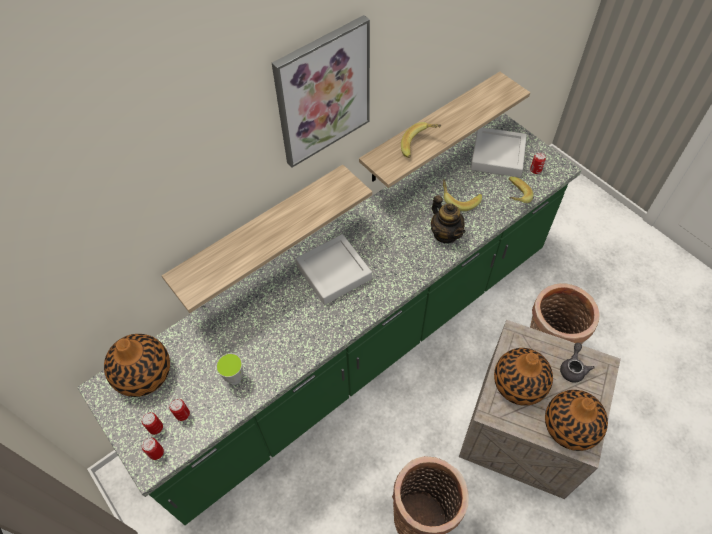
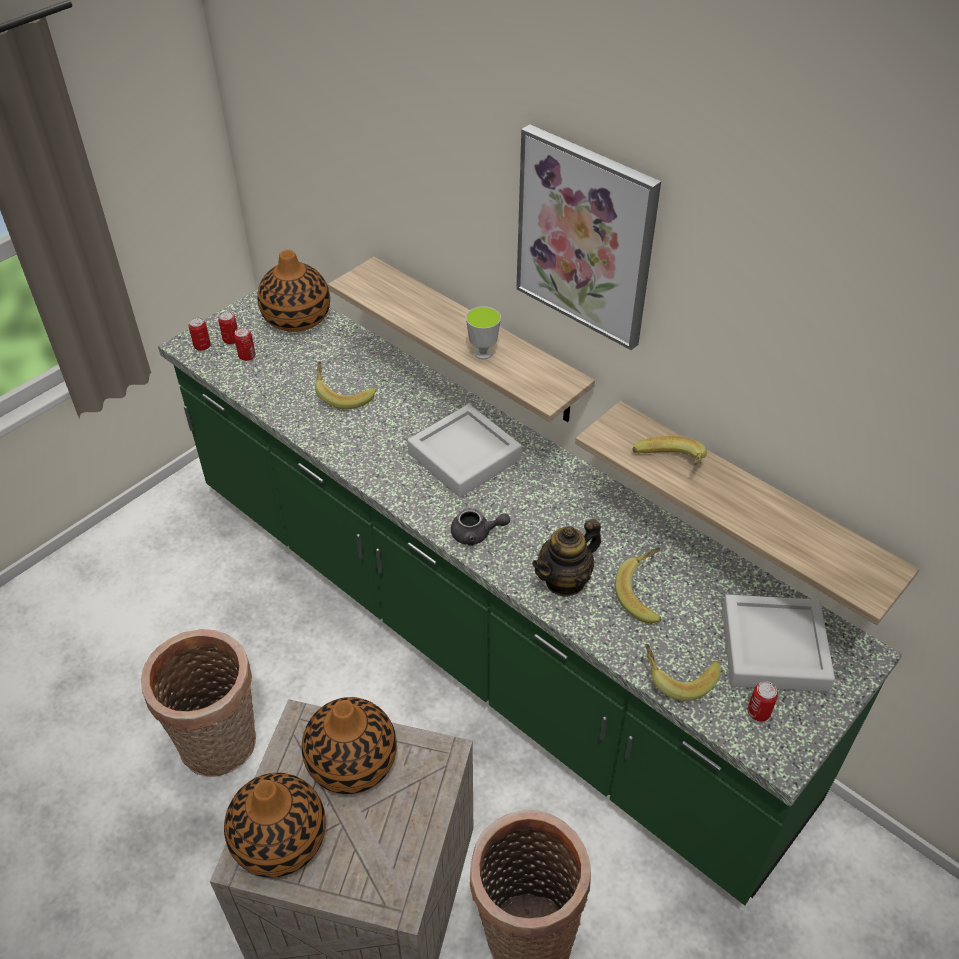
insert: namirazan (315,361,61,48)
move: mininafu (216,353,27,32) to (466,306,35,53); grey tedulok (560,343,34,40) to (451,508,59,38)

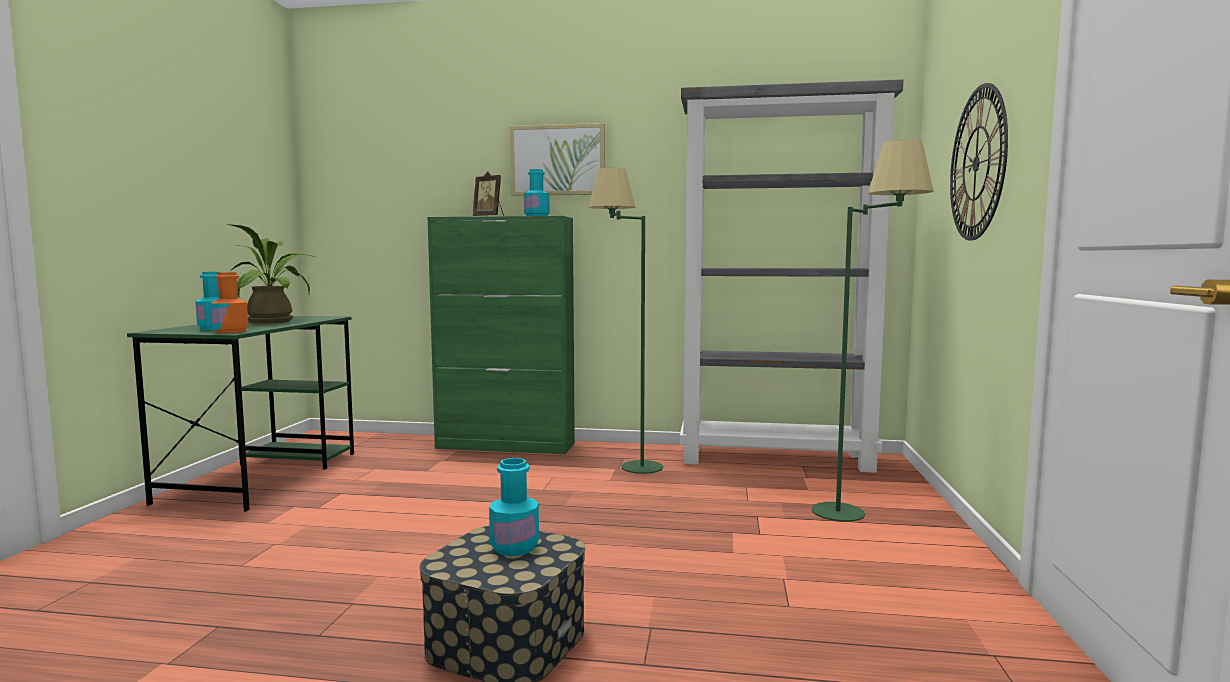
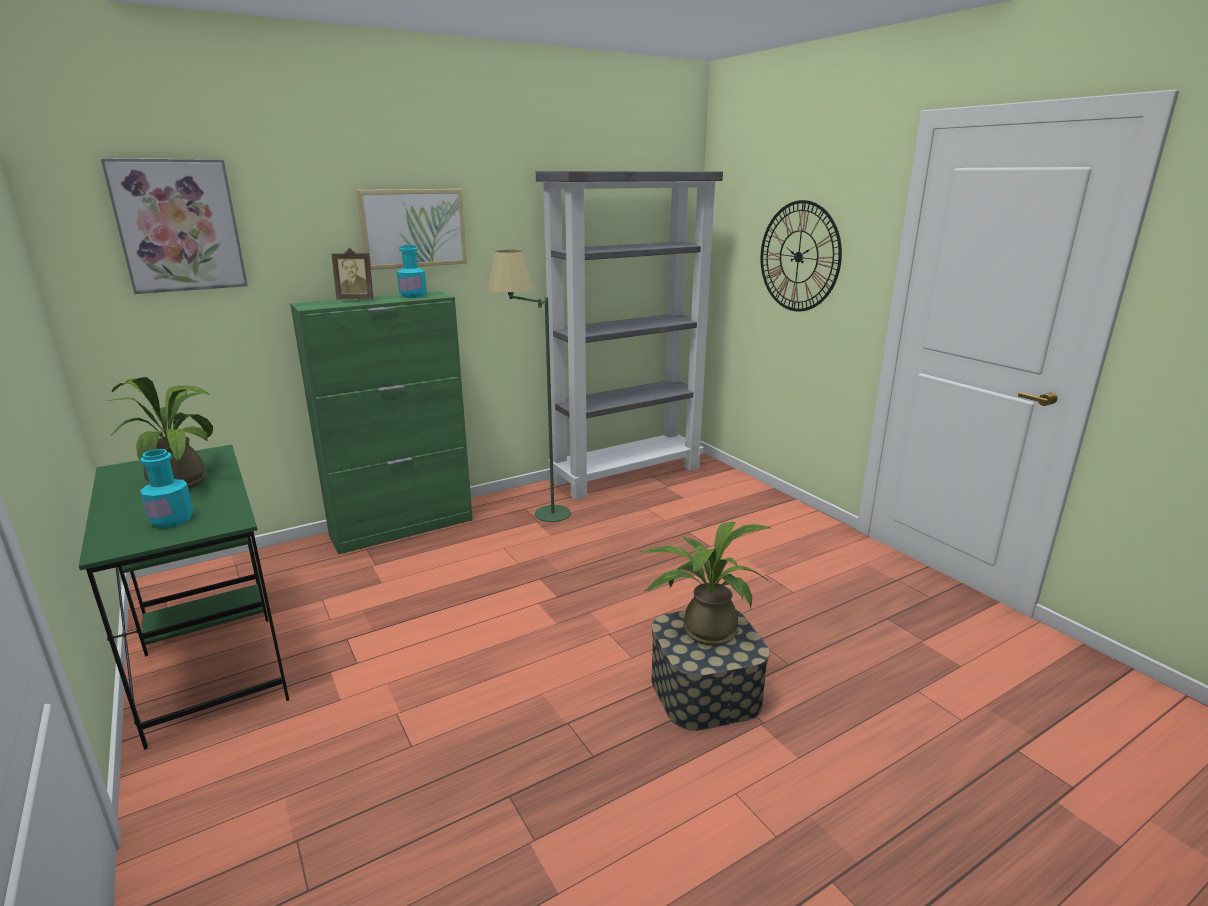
delete: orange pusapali (211,272,38,61); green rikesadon (811,140,123,382)
insert: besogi (100,158,148,136)
replace: turquoise pusapali (489,458,50,98) to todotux (639,522,133,124)

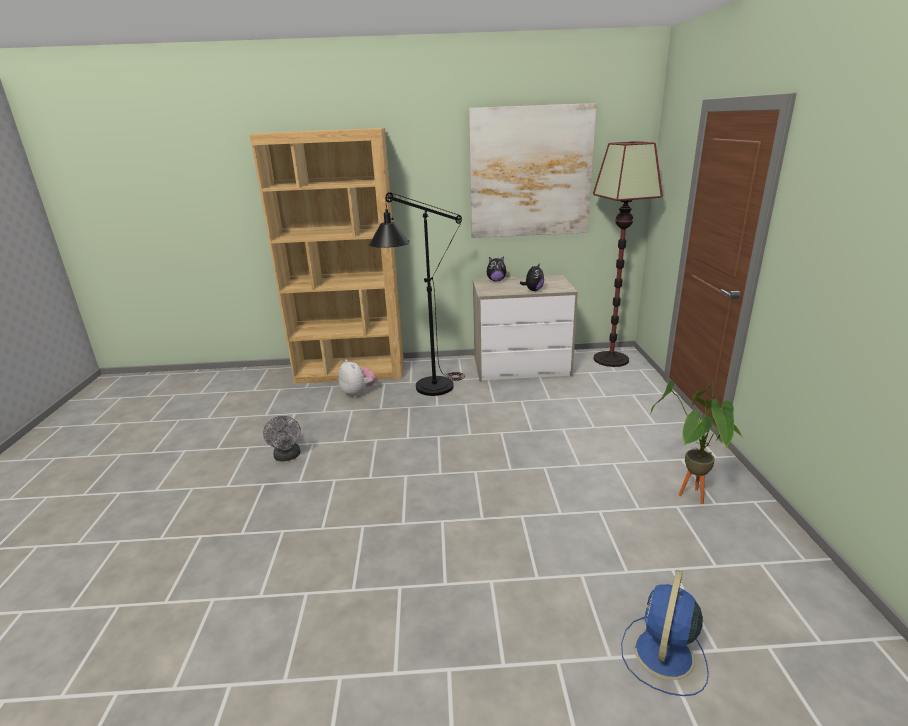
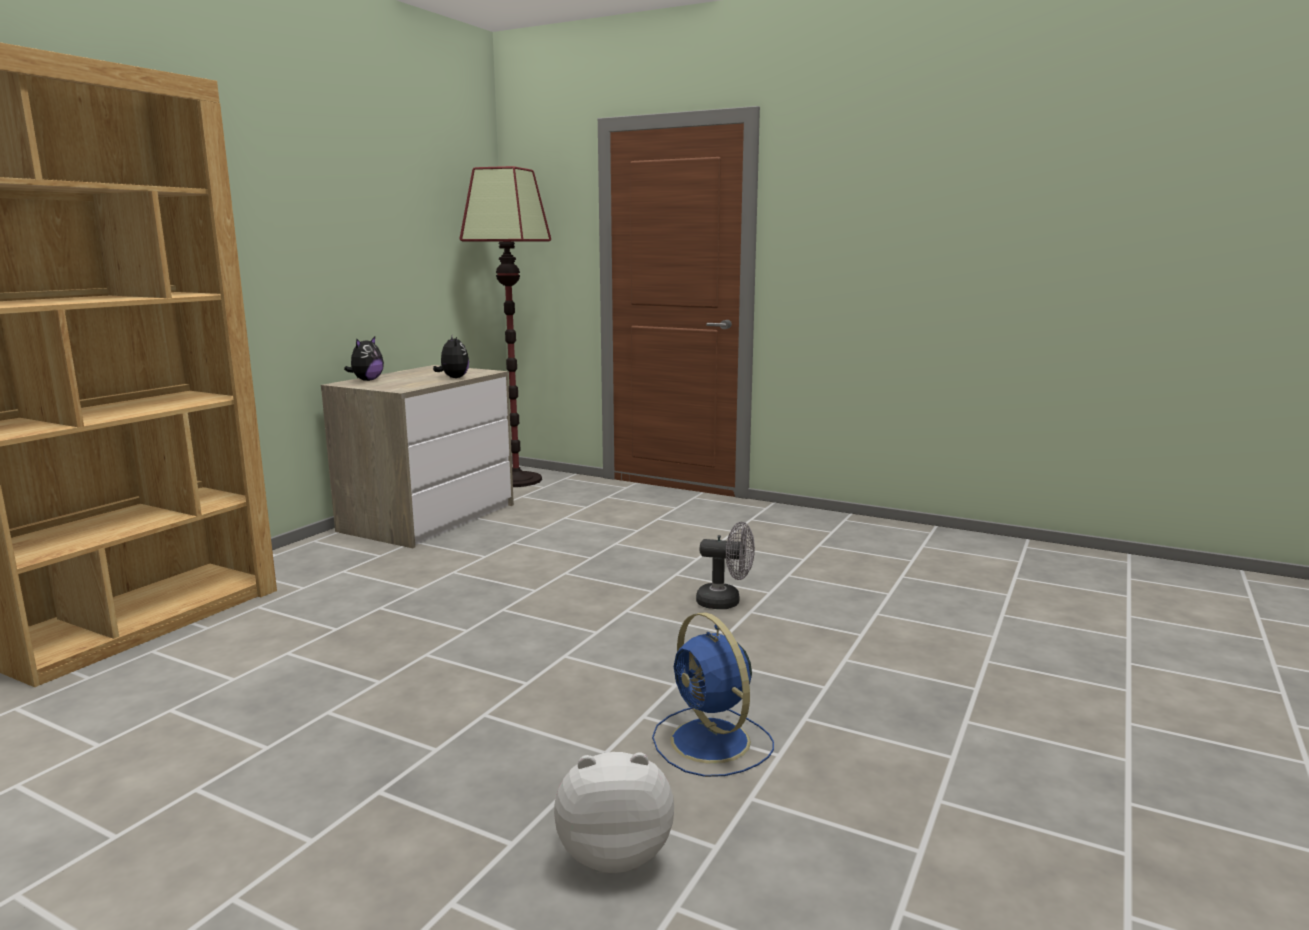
delete: black rikesadon (369,192,96,204); besogi (469,103,128,135); todotux (650,379,92,125)
move: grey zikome (263,416,38,46) to (696,522,59,87); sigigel (338,359,38,38) to (554,752,120,121); blue zikome (621,570,88,126) to (652,612,122,165)

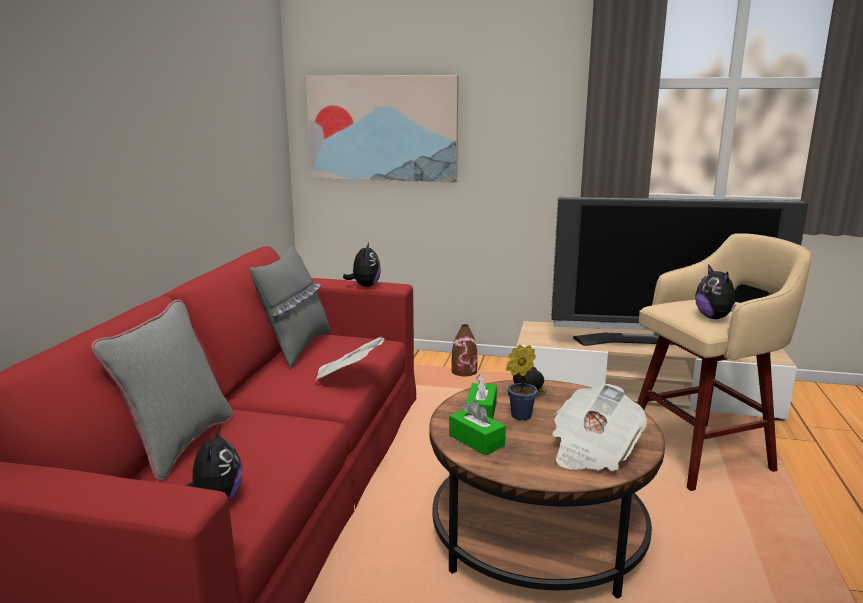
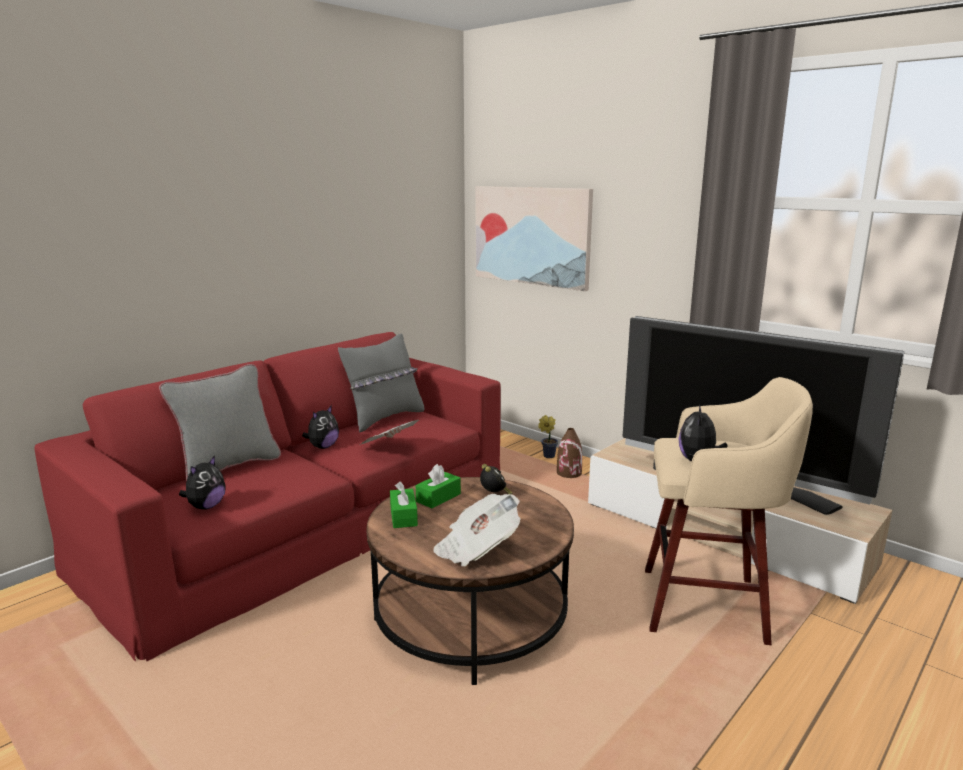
move: sigigel (343,243,38,44) to (302,405,37,44); todotux (506,345,32,75) to (538,415,20,43)

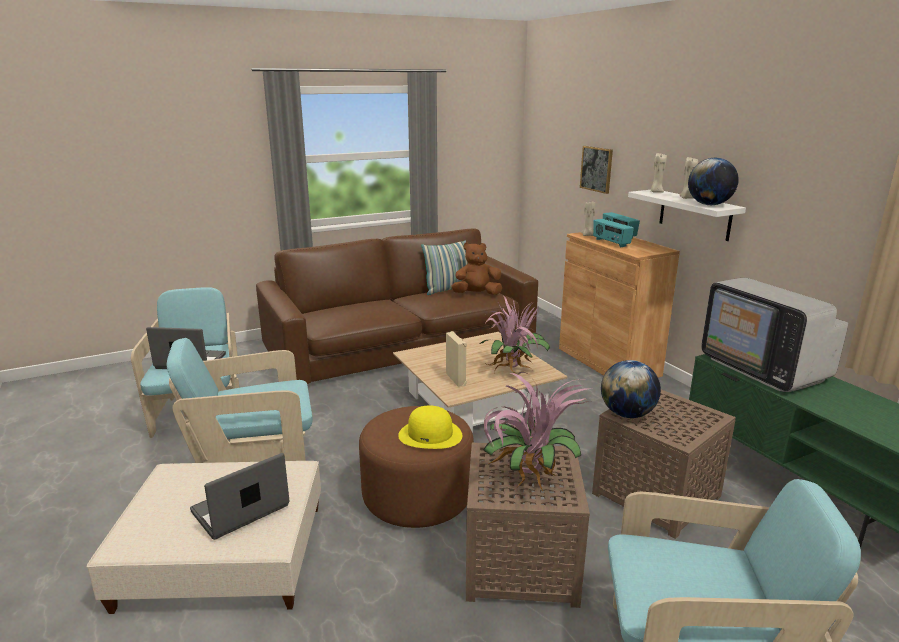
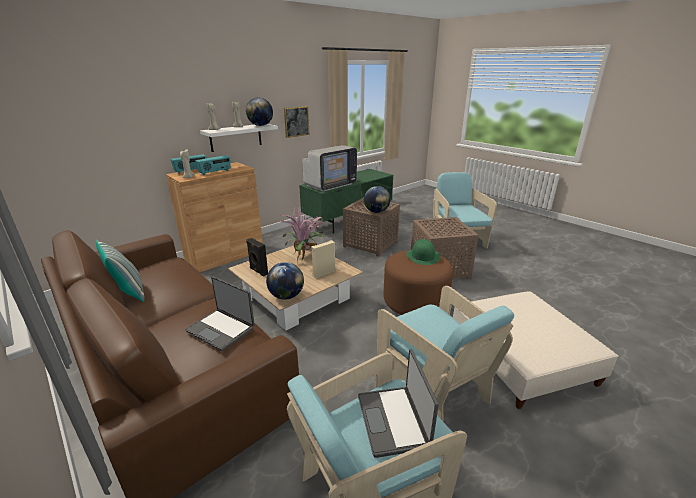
delete: brown sigigel (452,242,50,53); todotux (483,372,107,119)
insert: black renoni (246,238,22,38); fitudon (266,262,38,38)
move: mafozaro (190,453,100,87) to (185,276,70,75); besogi (580,146,33,48) to (284,106,25,32)
recolor: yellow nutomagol (398,405,64,44) to green nutomagol (406,239,34,26)

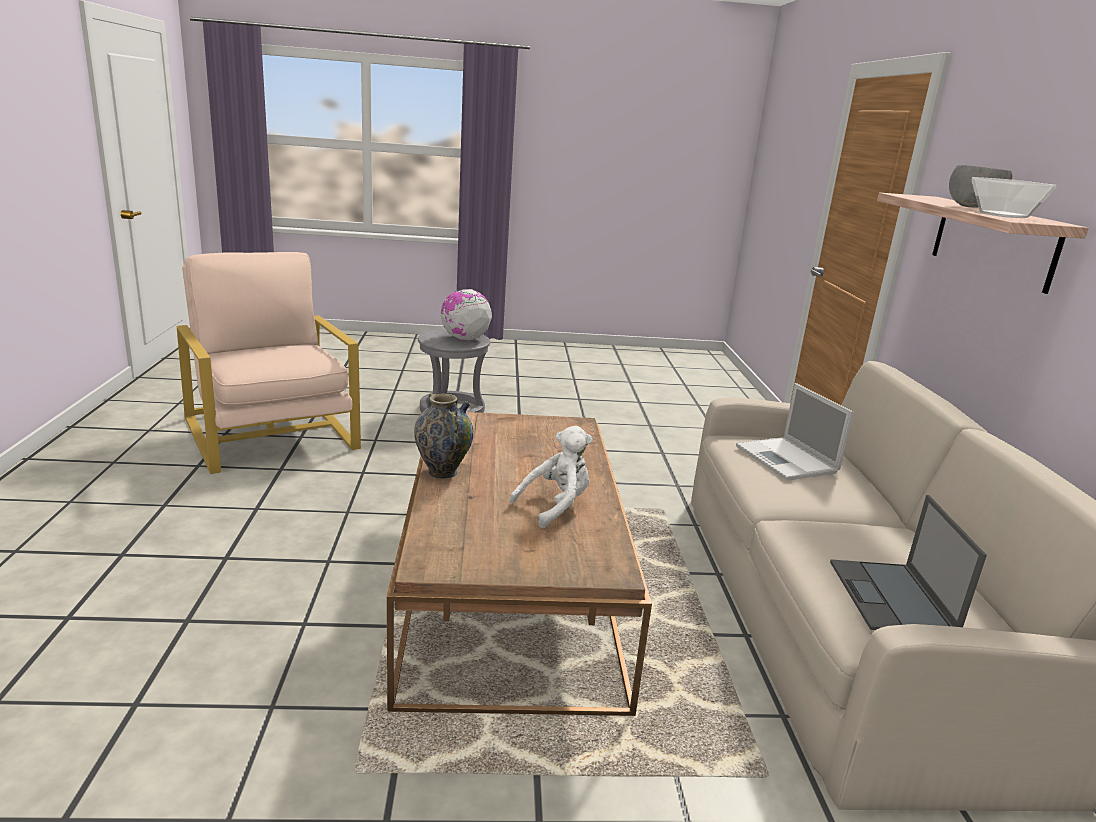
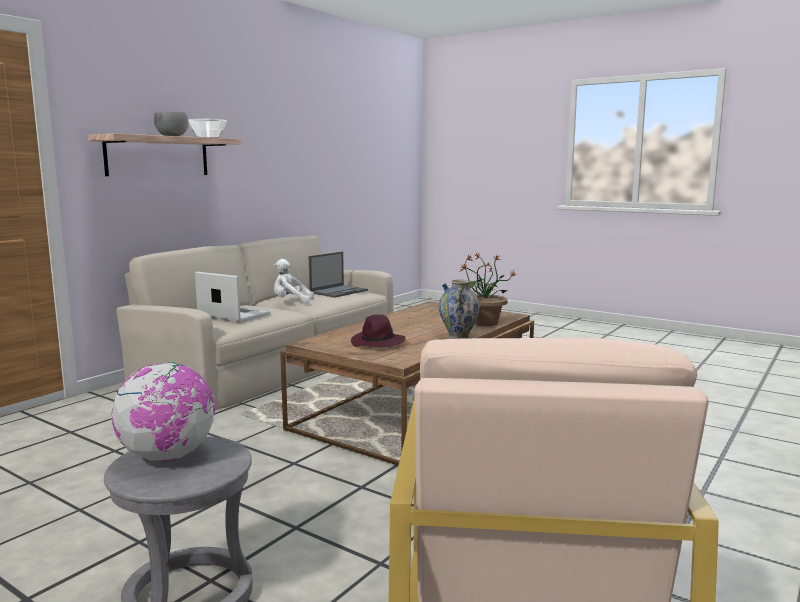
insert: purple nutomagol (351,315,55,33); todotux (459,253,57,73)
move: white sigigel (509,426,84,102) to (274,259,40,45)
rotate: mafozaro (736,383,118,98) = (195,272,75,51) 75 degrees counterclockwise

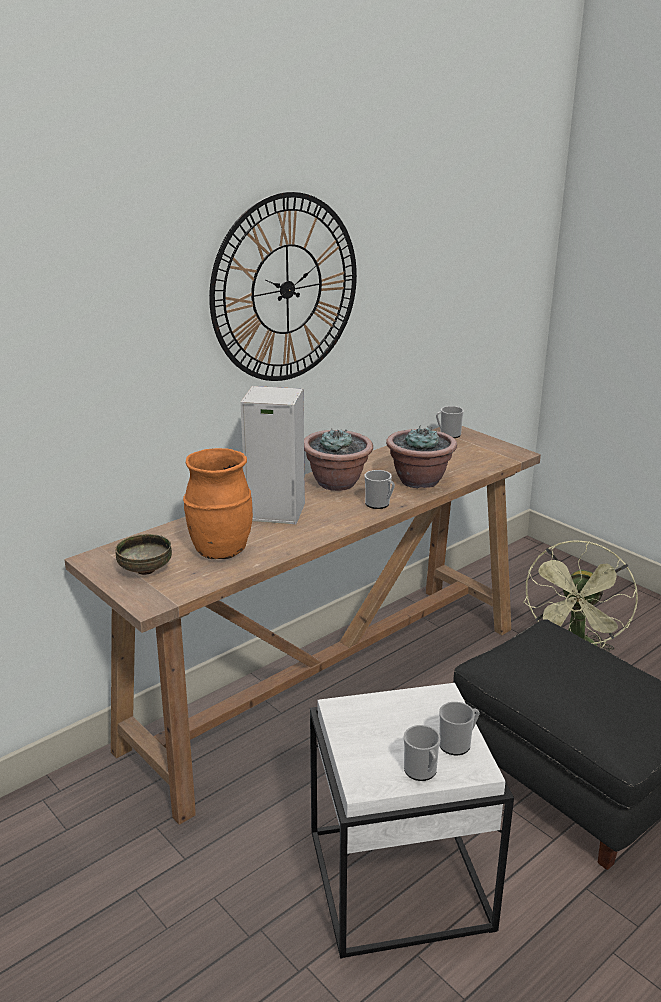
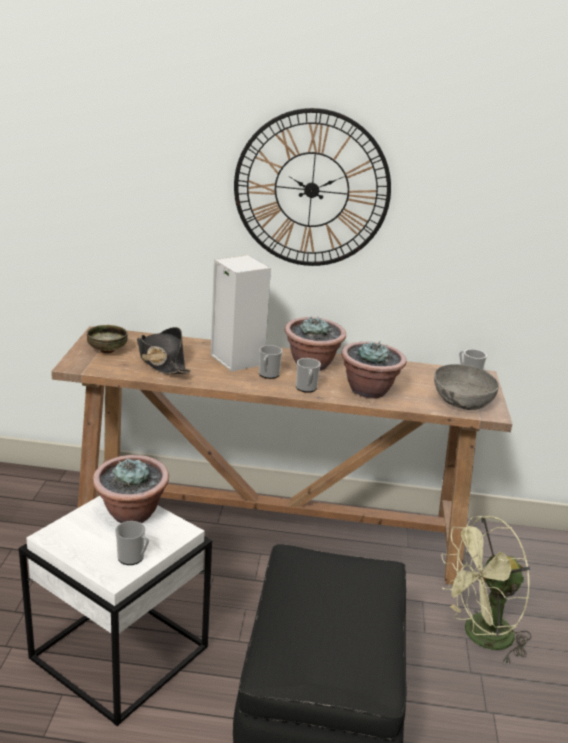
insert: todotux (93,455,76,68); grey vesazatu (434,364,65,46)
move: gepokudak (404,725,37,56) to (259,345,24,34)
replace: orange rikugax (183,448,70,111) to black nutomagol (137,327,54,47)

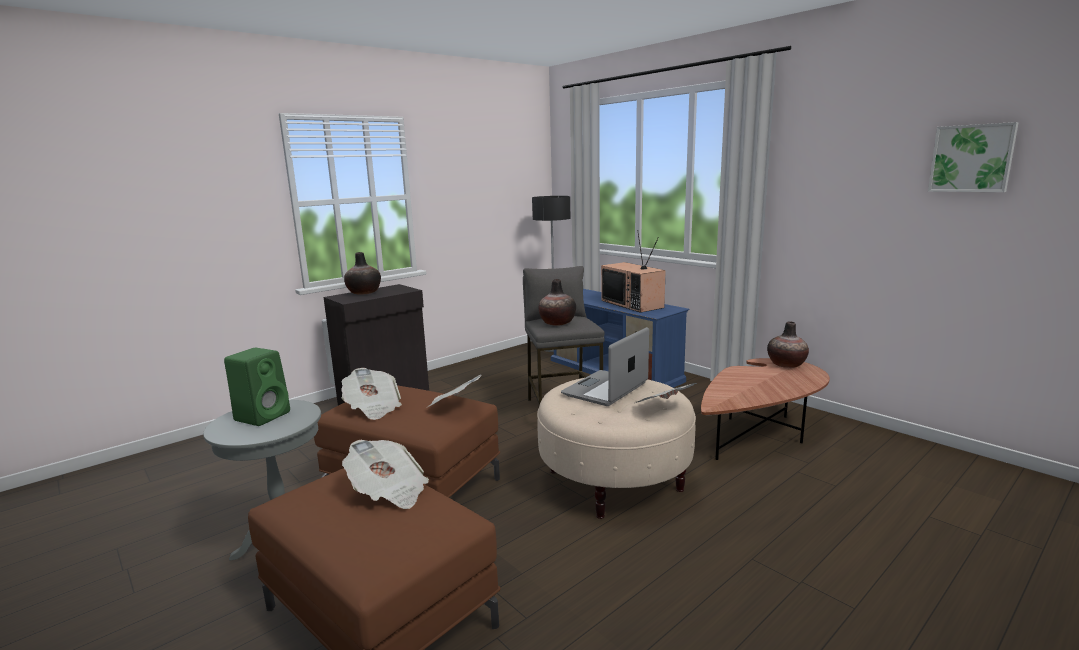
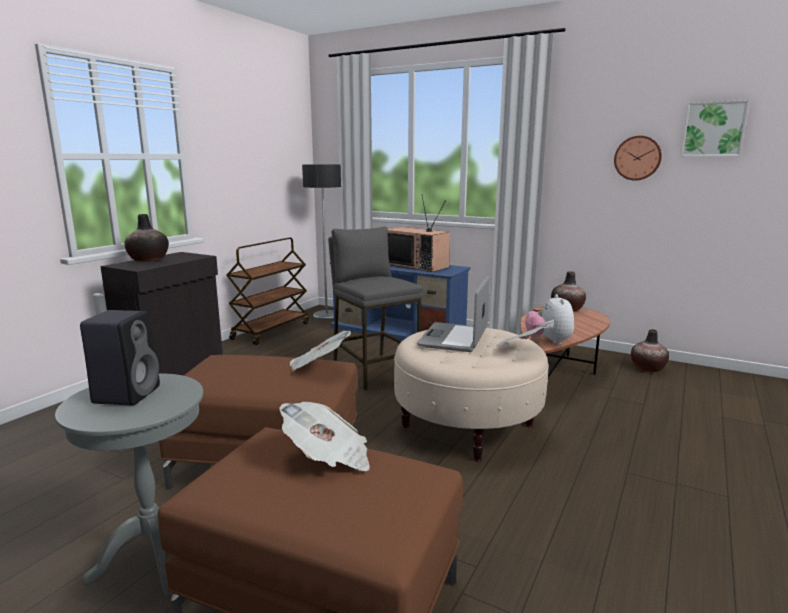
delete: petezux (341,368,61,52)
insert: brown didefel (226,238,83,107); sigigel (525,294,49,50); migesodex (614,136,48,45)
move: rikugax (539,279,37,47) to (631,329,38,43)
recolor: green renoni (224,348,66,78) to black renoni (80,310,80,95)

